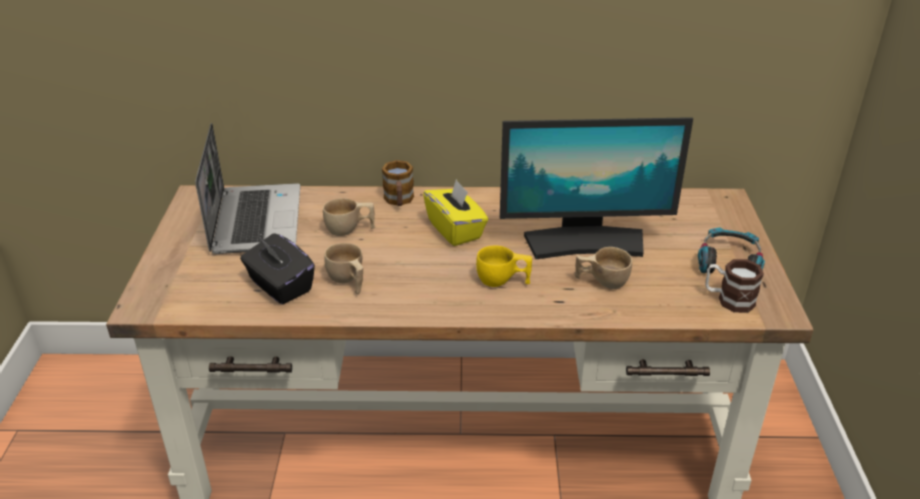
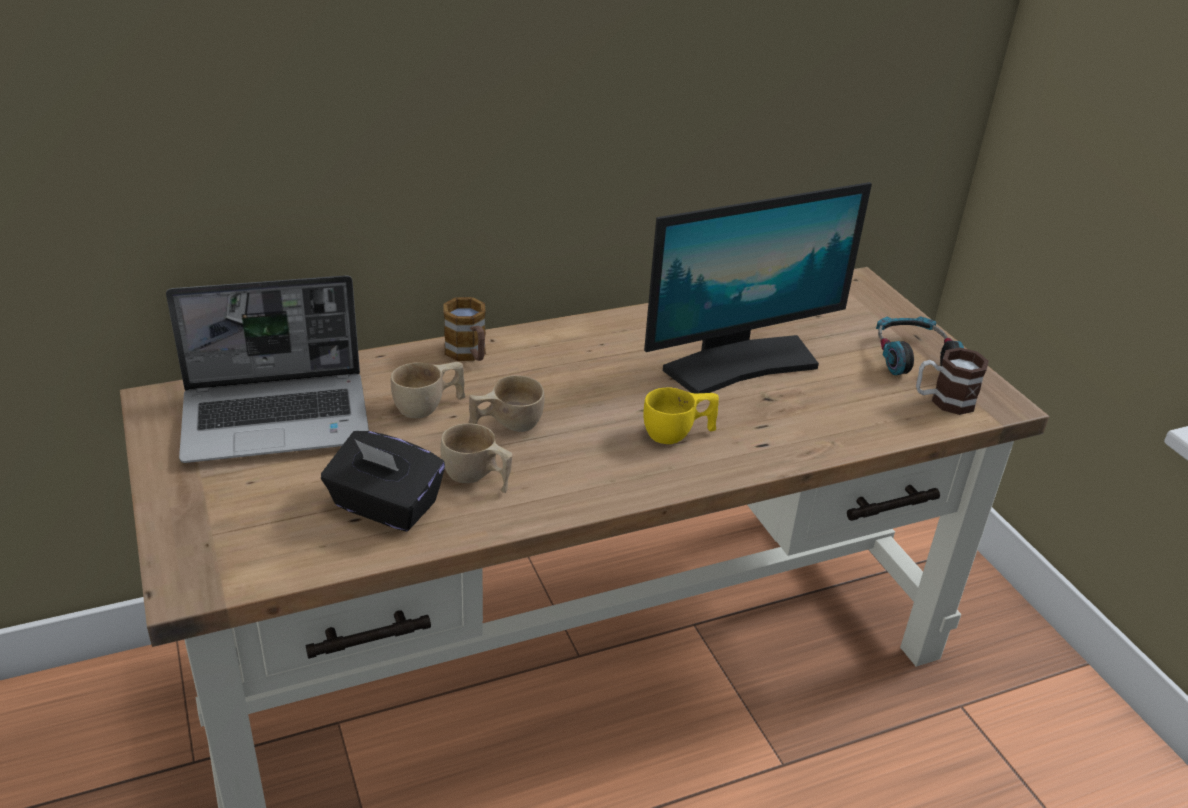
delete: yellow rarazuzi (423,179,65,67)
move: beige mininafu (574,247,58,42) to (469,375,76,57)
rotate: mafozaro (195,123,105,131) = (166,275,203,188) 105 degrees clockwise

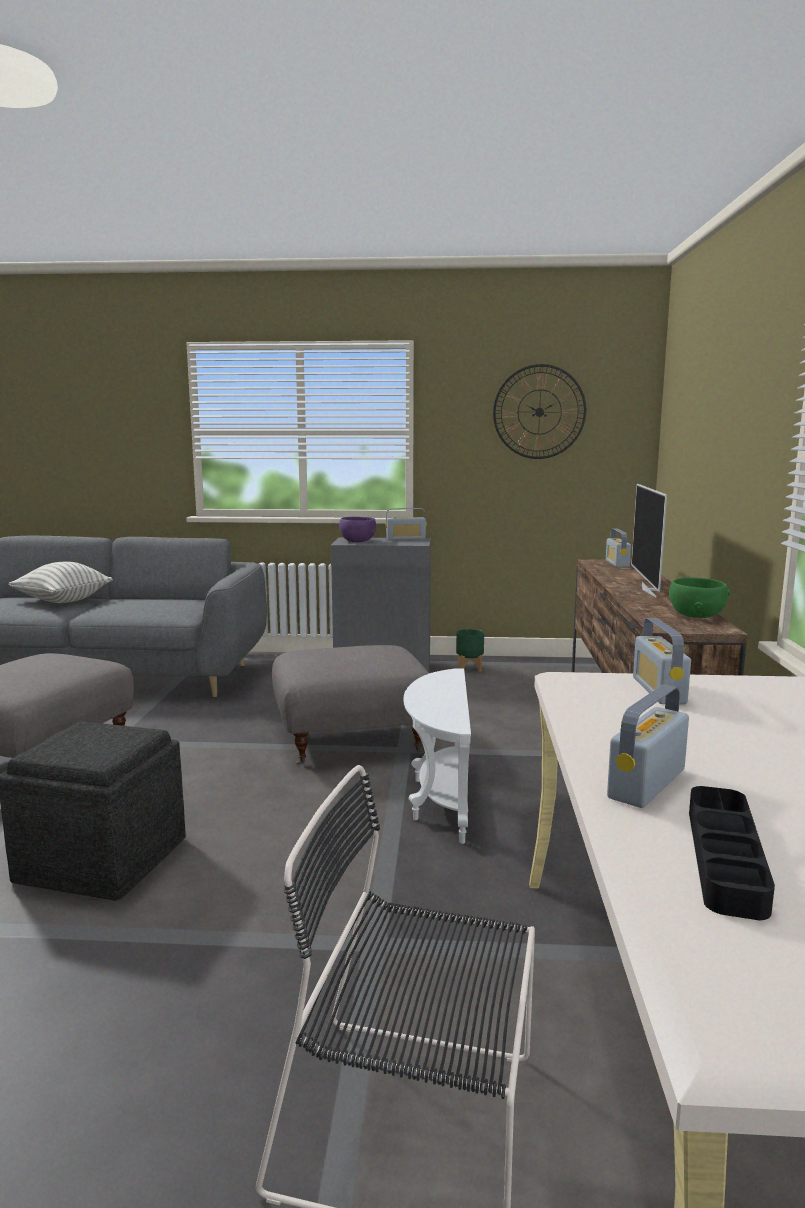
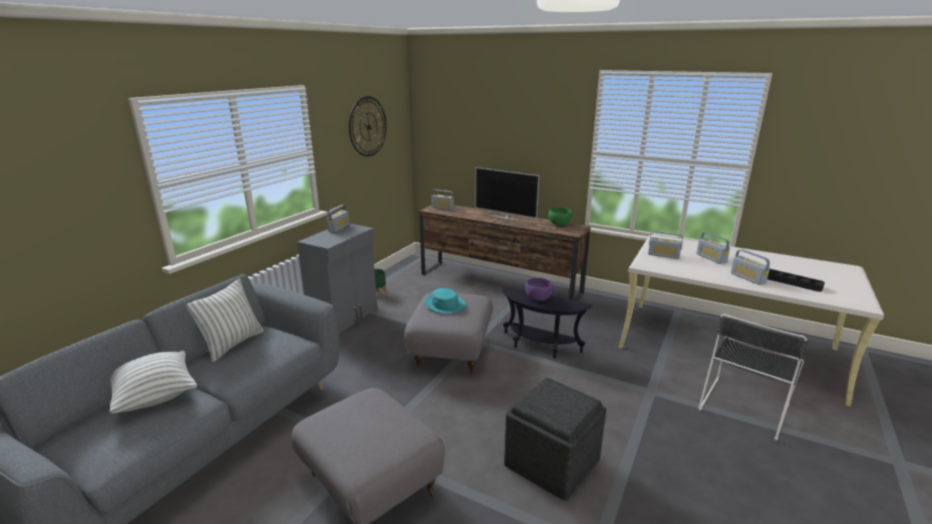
insert: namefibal (186,279,78,83); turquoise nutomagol (425,288,41,26); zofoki (696,232,34,32)
move: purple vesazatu (339,517,37,25) to (525,278,28,23)
recolor: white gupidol (403,668,68,176) to black gupidol (501,285,92,73)

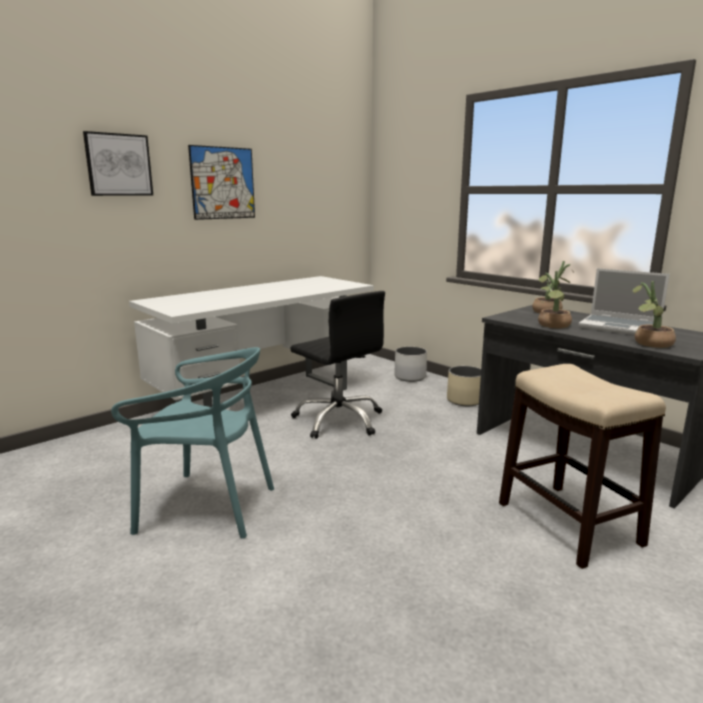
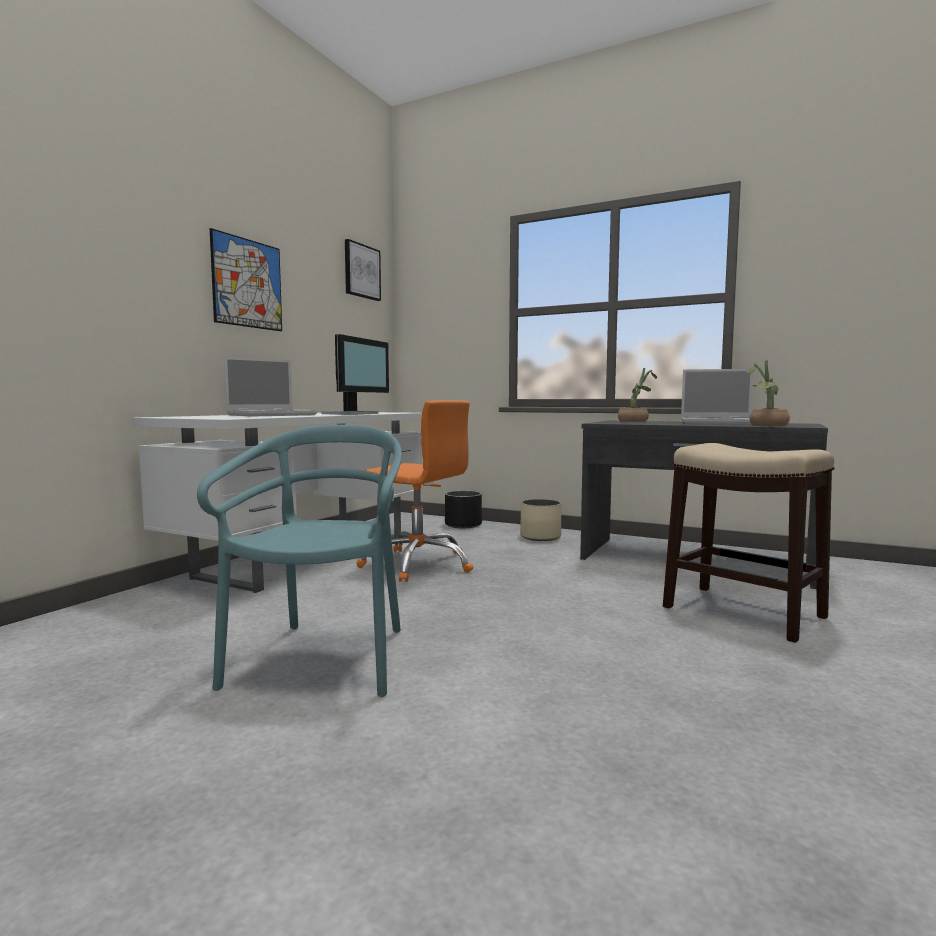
delete: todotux (538,271,34,57)
insert: mafozaro (224,357,93,59); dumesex (322,334,67,81)
move: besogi (83,131,70,65) to (345,239,36,62)
recolor: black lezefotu (290,291,95,148) to orange lezefotu (357,400,116,182); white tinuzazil (394,347,33,35) to black tinuzazil (445,491,37,37)
rotate: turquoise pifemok (111,347,163,192) = (197,425,205,272) 75 degrees counterclockwise

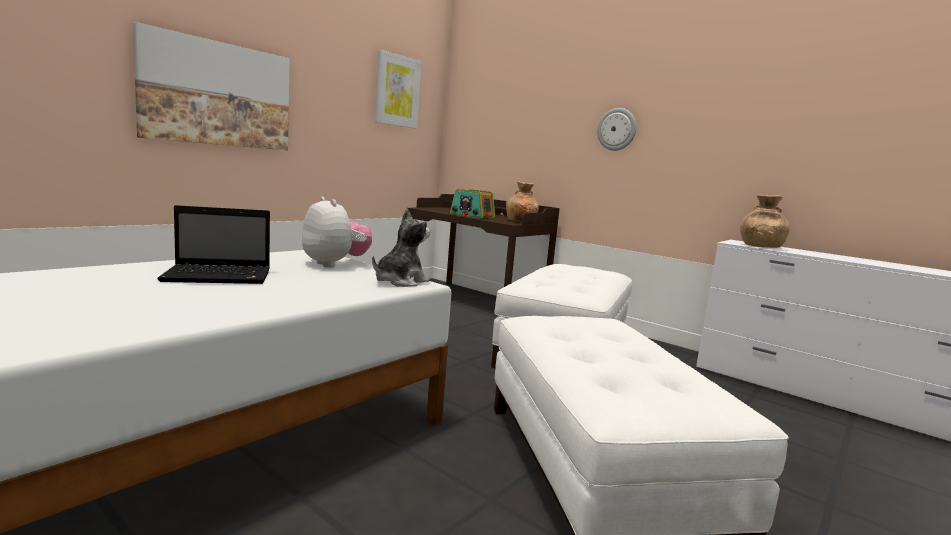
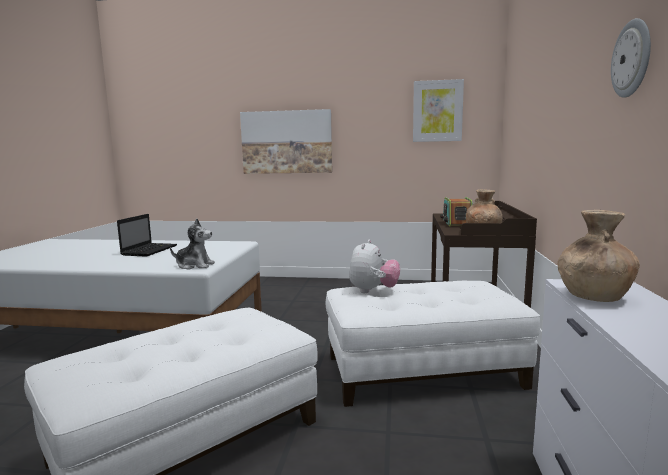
move: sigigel (302,197,70,71) to (349,240,51,53); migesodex (597,108,39,43) to (611,18,40,80)
rotate: mafozaro (157,205,113,79) = (117,214,60,43) 120 degrees counterclockwise

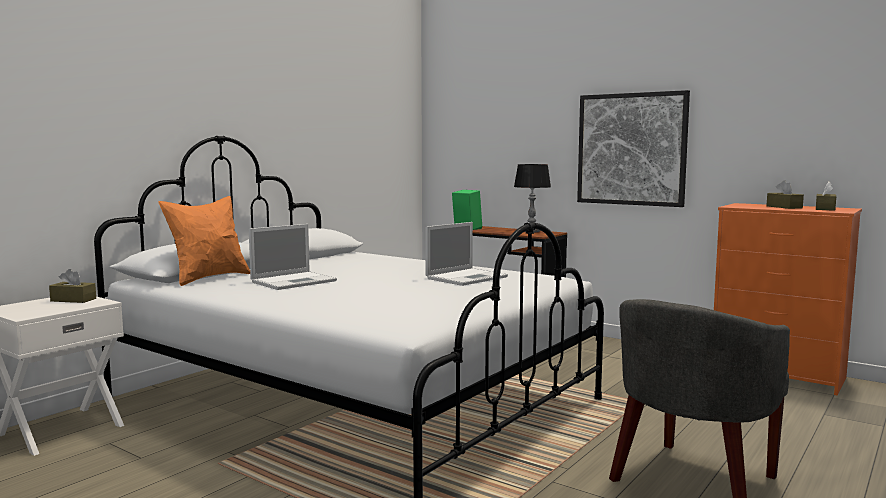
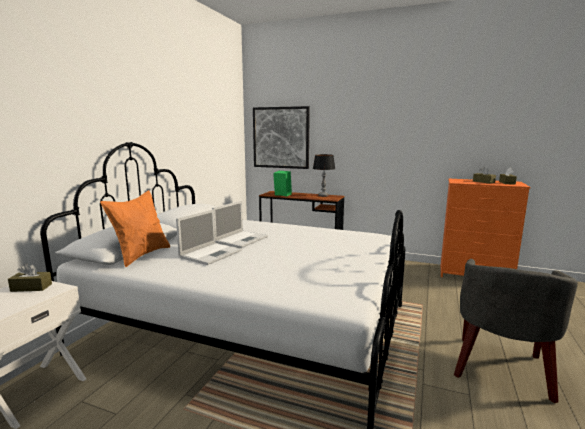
move: mafozaro (425,222,83,64) to (212,201,56,47); besogi (577,90,113,117) to (253,106,57,63)

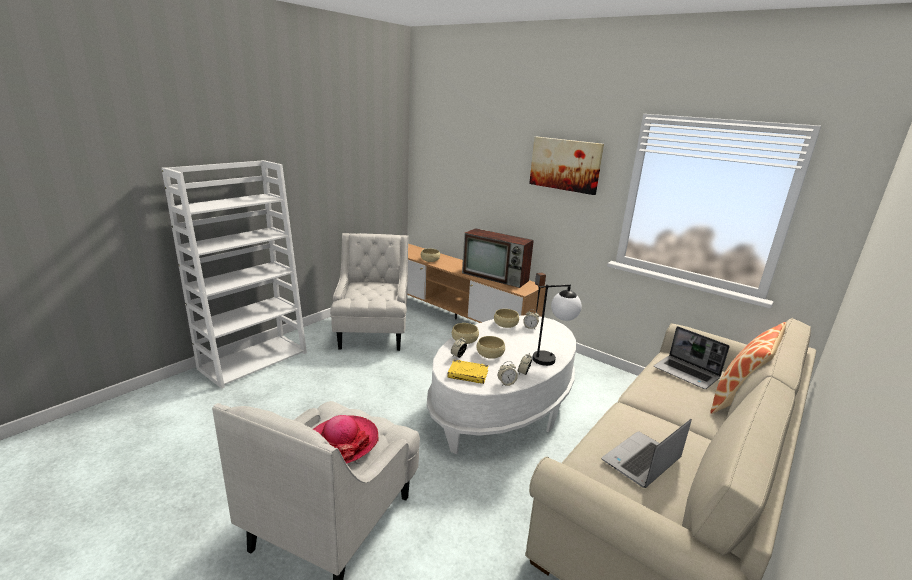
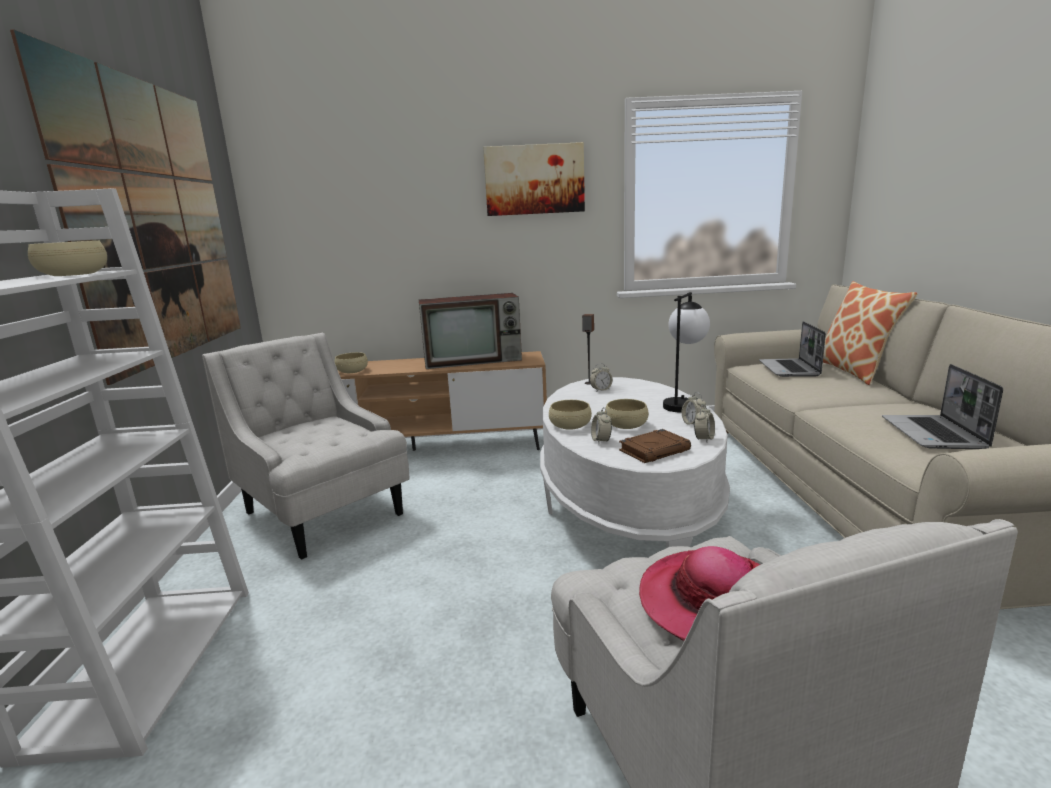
insert: besogi (10,29,231,356)
move: beige vesazatu (494,309,25,19) to (28,241,79,35)
recolor: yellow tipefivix (447,360,42,24) to brown tipefivix (619,429,72,34)
rotate: mafozaro (654,326,75,63) = (759,321,67,56) 90 degrees clockwise

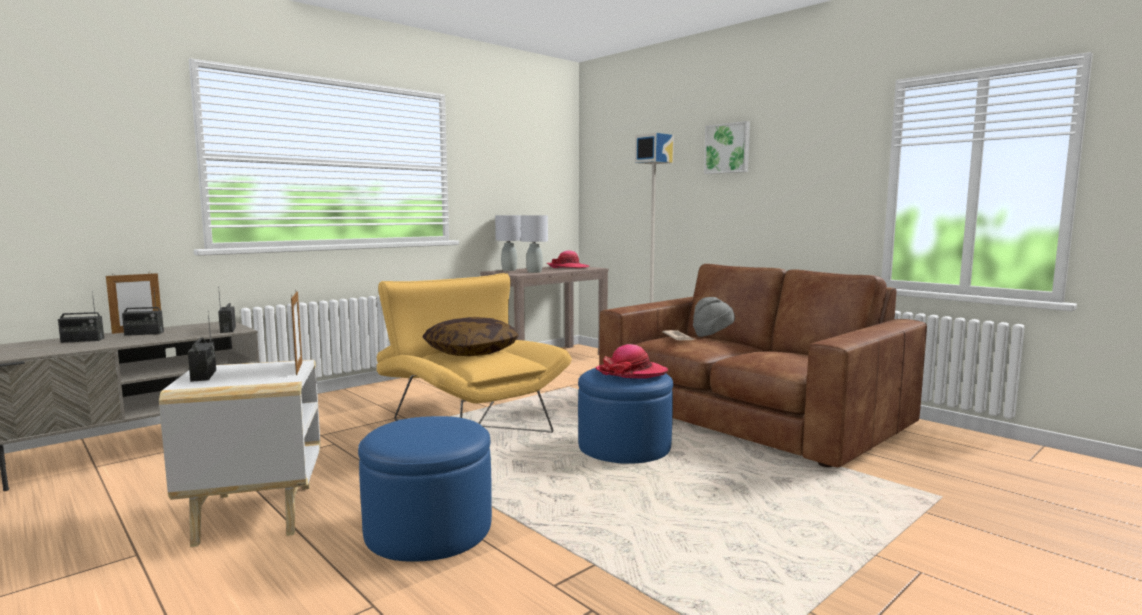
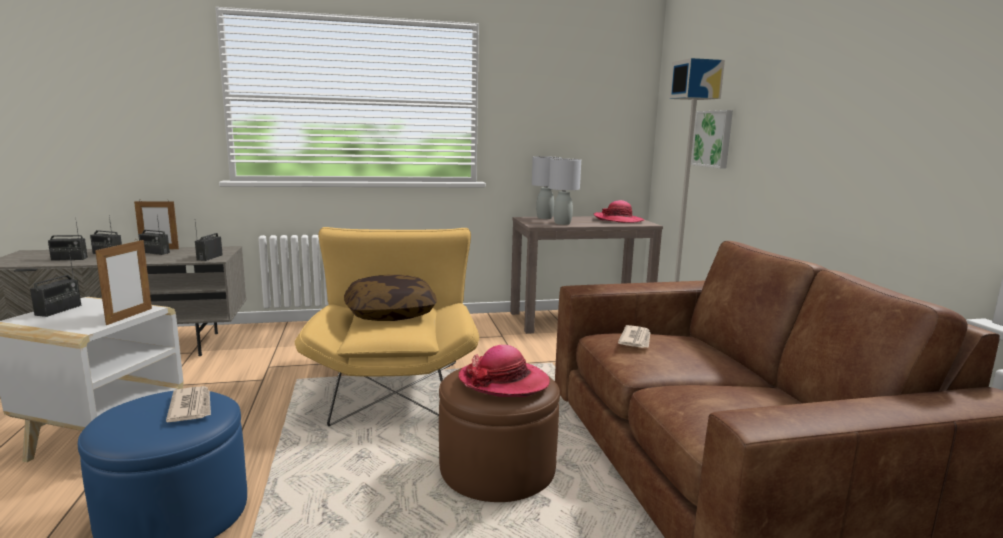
delete: grey nutomagol (693,297,42,40)
insert: zofoki (48,222,40,39); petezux (166,386,45,36)
move: besogi (704,121,46,53) to (691,110,42,59)
recolor: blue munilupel (578,368,95,96) to brown munilupel (439,368,121,134)

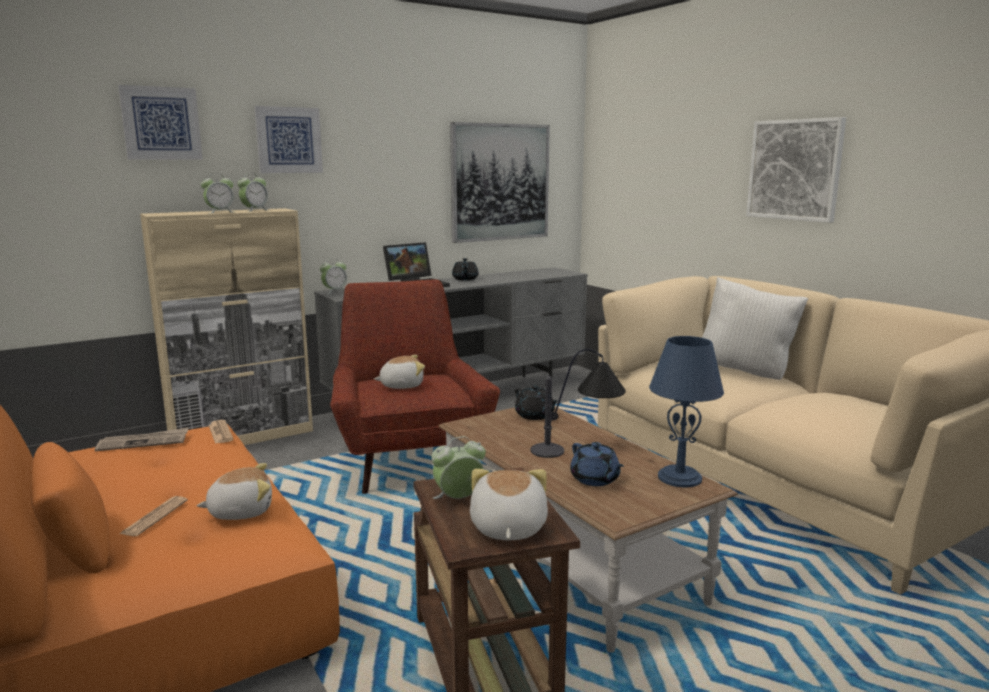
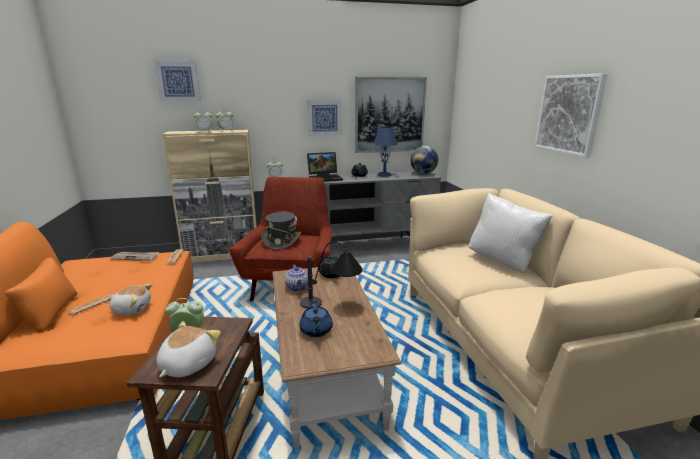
insert: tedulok (285,265,23,27); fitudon (410,146,28,28)
move: besogi (254,106,69,67) to (307,100,35,36); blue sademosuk (649,336,75,151) to (374,127,23,50)
replace: sigigel (374,355,51,34) to grey nutomagol (261,212,40,38)

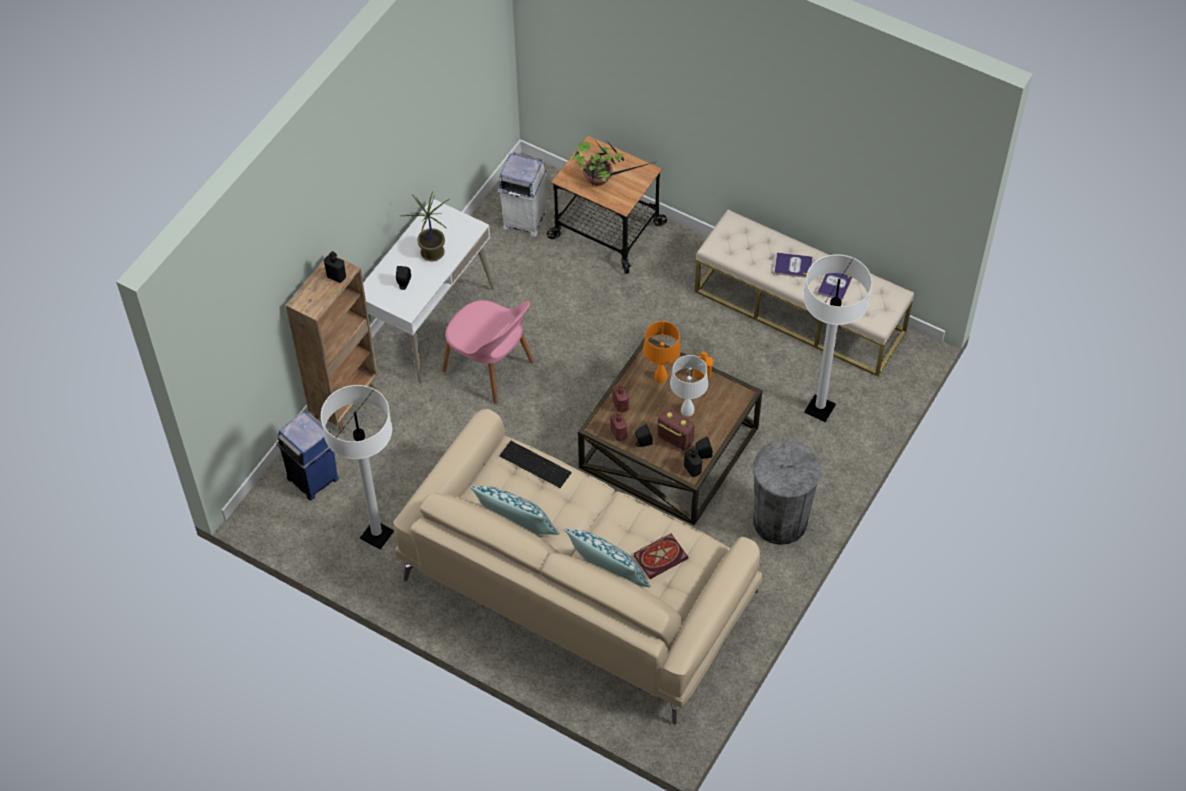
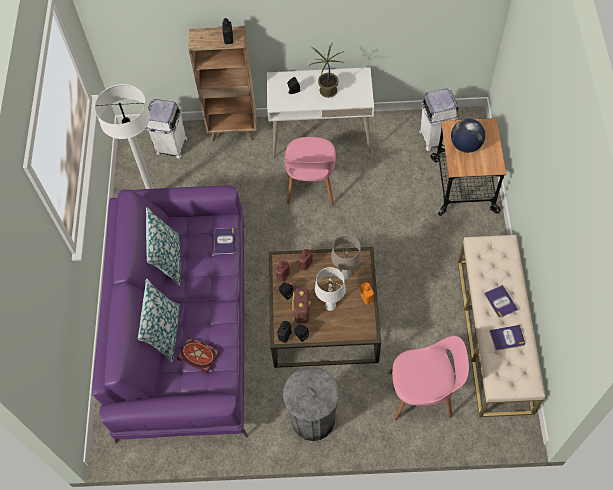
replace: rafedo (500,441,72,47) to tipefivix (214,228,22,27); todotux (572,140,83,48) to fitudon (451,119,34,34); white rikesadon (804,254,68,168) to pink pifemok (389,336,80,84)
recolor: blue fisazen (276,412,63,88) to white fisazen (145,99,42,60); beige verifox (393,409,369,315) to purple verifox (92,185,156,259); orange sademosuk (643,321,38,62) to beige sademosuk (331,235,31,44)

